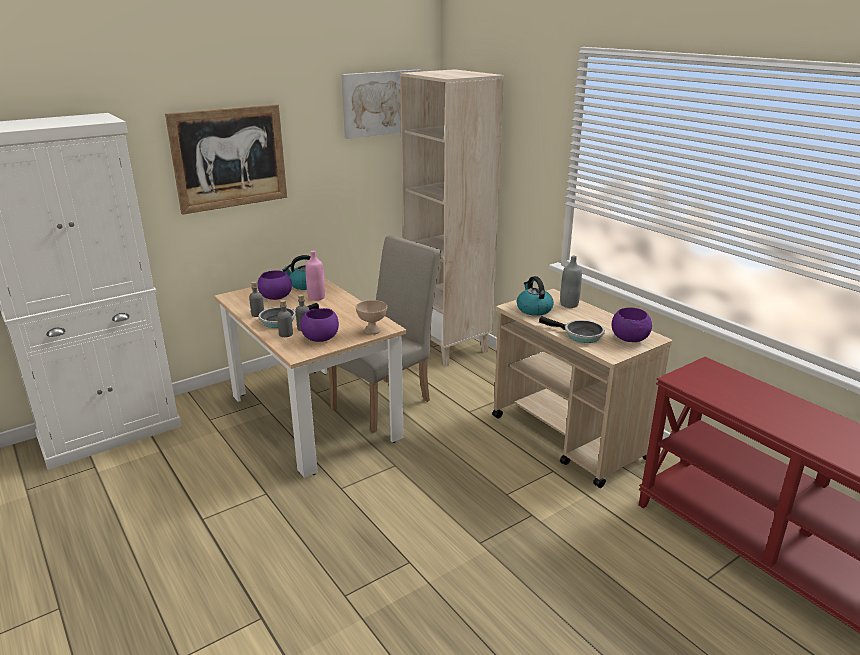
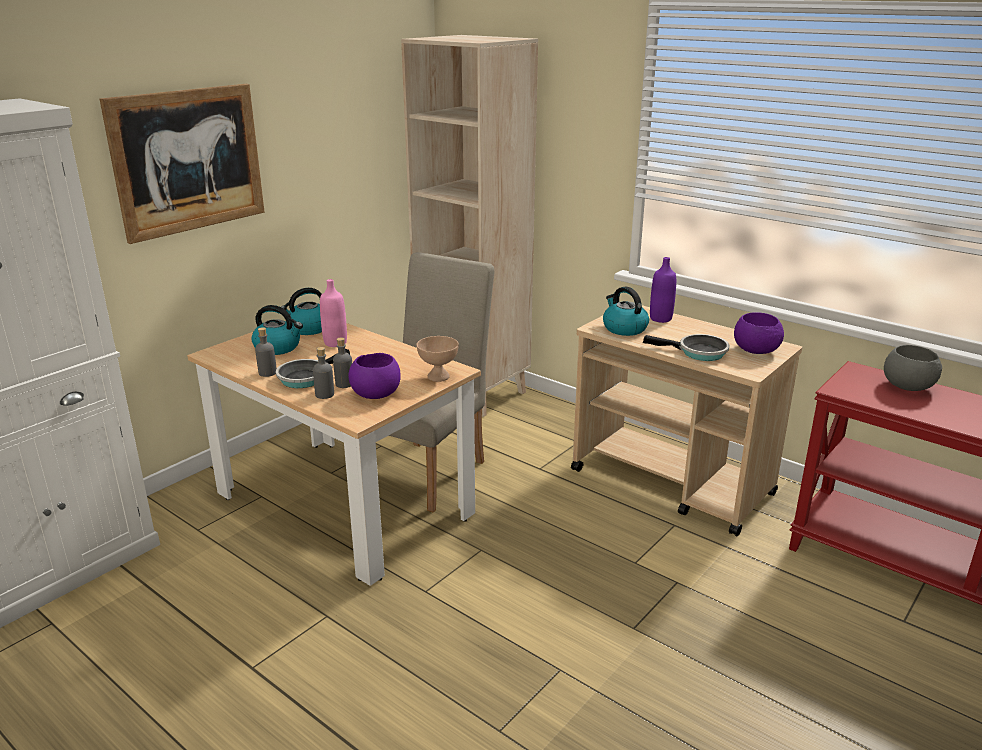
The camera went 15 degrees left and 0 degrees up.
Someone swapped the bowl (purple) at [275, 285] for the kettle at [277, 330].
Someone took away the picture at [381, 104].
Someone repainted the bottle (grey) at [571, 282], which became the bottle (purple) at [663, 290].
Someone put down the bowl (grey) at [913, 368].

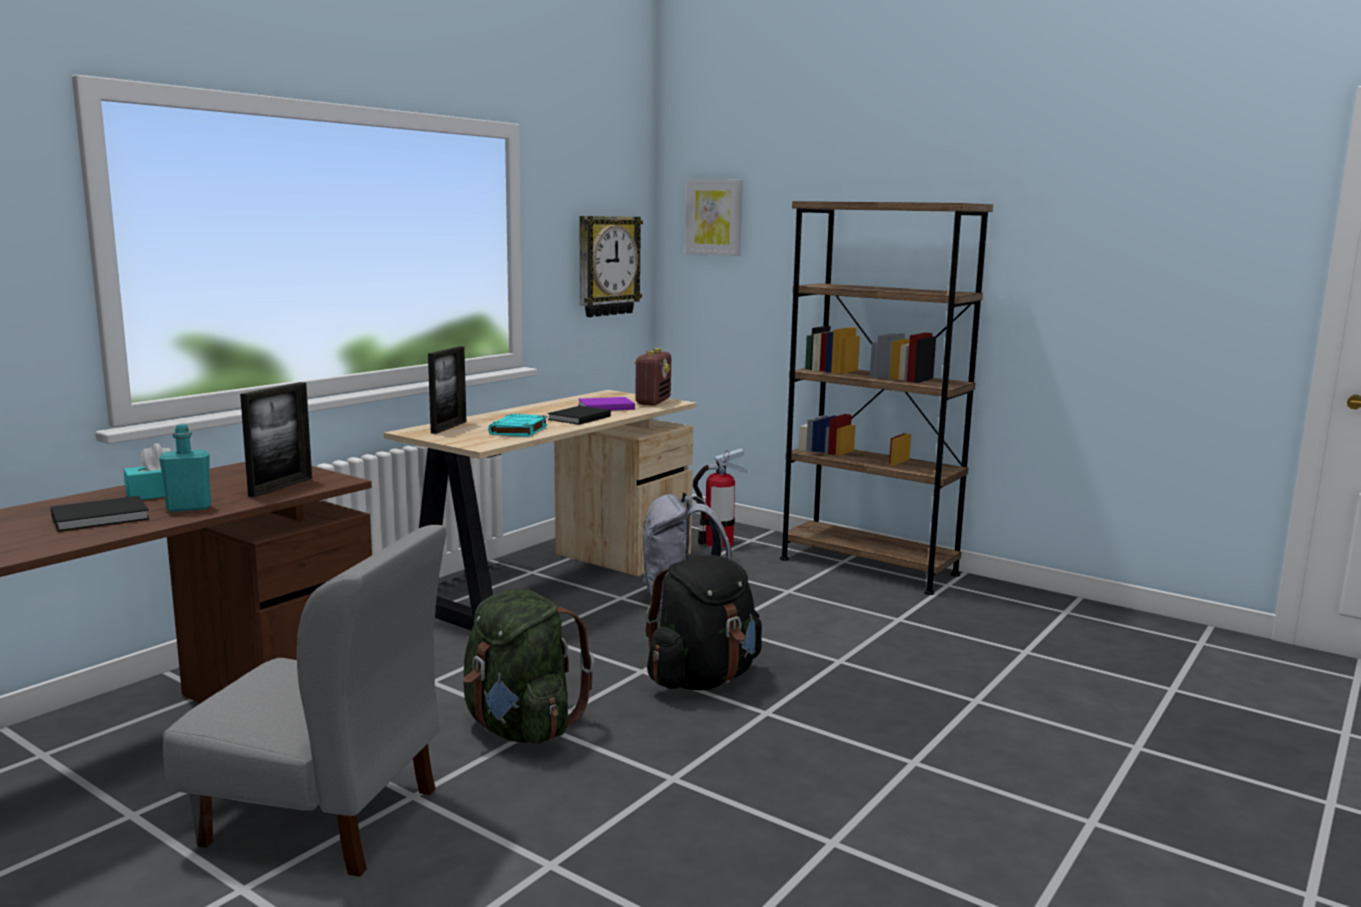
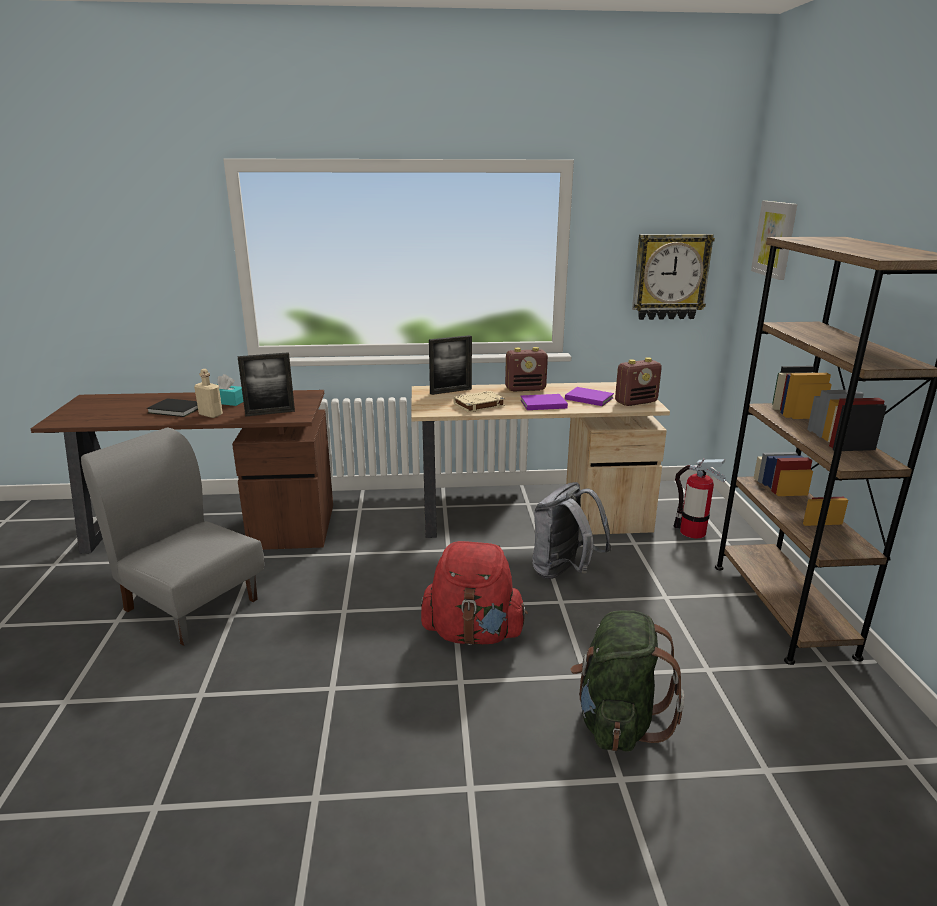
The camera went 50 degrees right and 10 degrees up.
Someone repainted the bottle (turquoise) at [185, 468], which became the bottle (beige) at [208, 393].
Someone rotated the chair (grey) at [304, 701] by 150 degrees clockwise.
Someone carried the backpack (green) from [528, 666] to [627, 681].
Someone repainted the book (turquoise) at [518, 425], which became the book (beige) at [479, 401].
Someone repainted the book (black) at [579, 415], which became the book (purple) at [544, 402].
Someone repainted the backpack (black) at [703, 622], which became the backpack (red) at [474, 593].
Someone put down the radio at [526, 369].

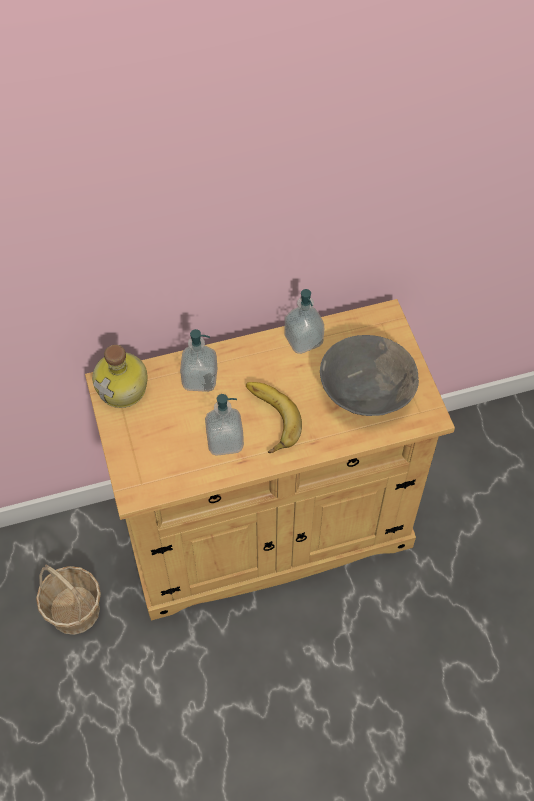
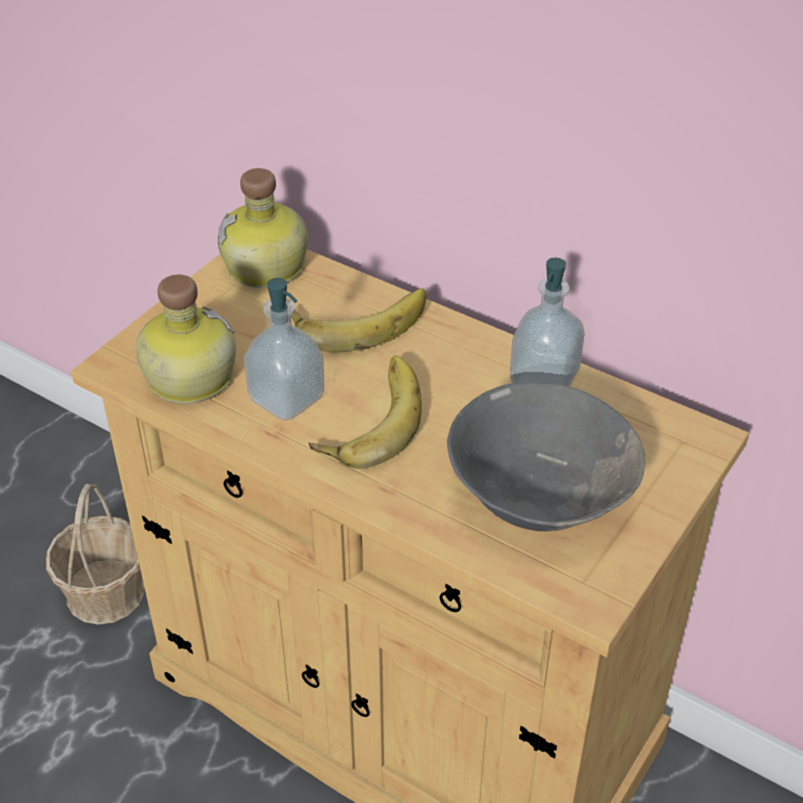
The camera went 50 degrees right and 15 degrees down.
Someone swapped the soap dispenser at [198, 360] for the banana at [358, 320].
Someone put down the bottle at [186, 339].

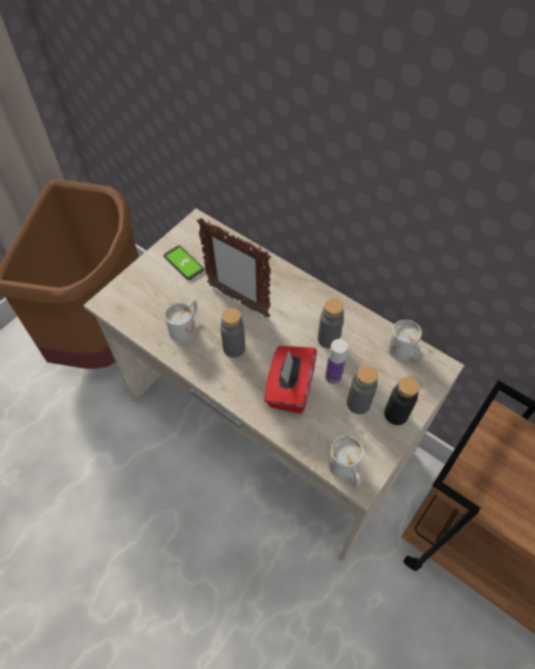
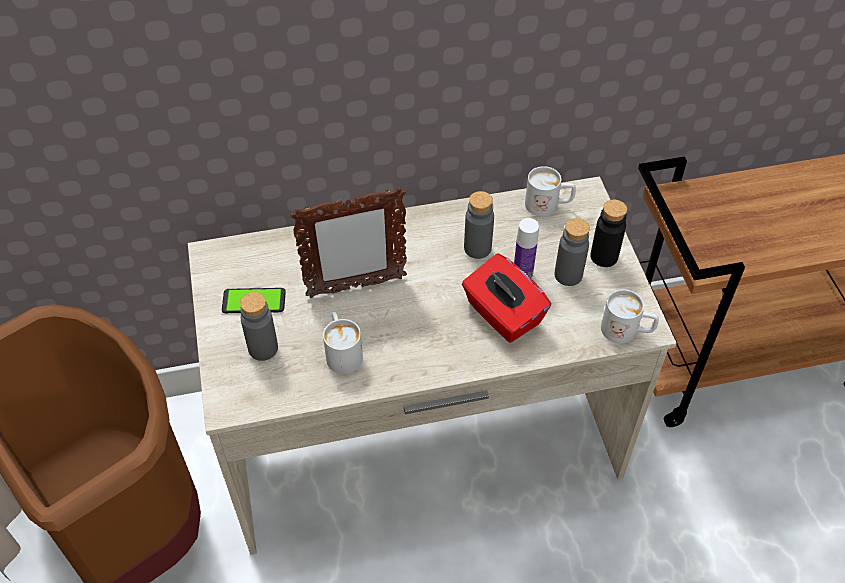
The camera went 50 degrees left and 5 degrees down.
Someone carried the bottle (grey) from [232, 333] to [259, 326].

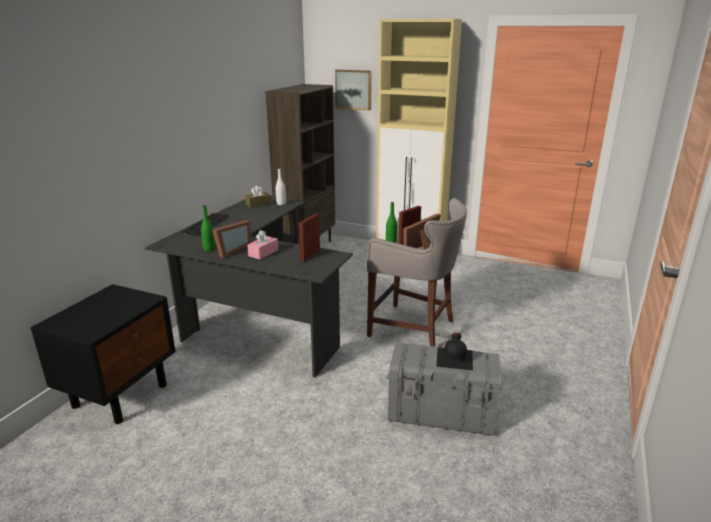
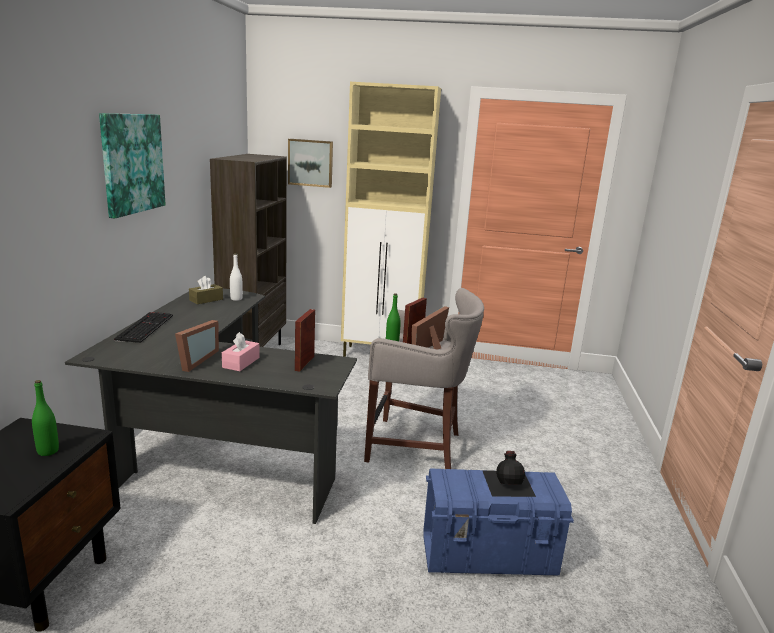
The camera went 15 degrees left and 5 degrees down.
Someone carried the bottle (green) from [208, 228] to [45, 418].
Someone repainted the storage box (grey) at [444, 389], which became the storage box (blue) at [498, 521].
Someone put up the picture at [132, 165].

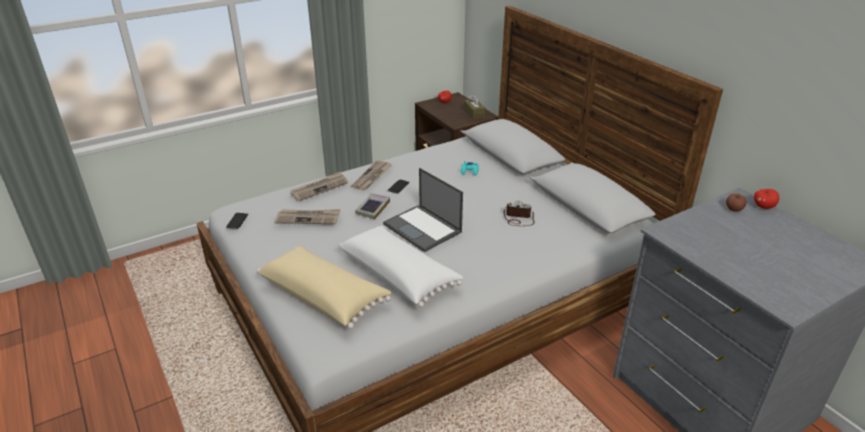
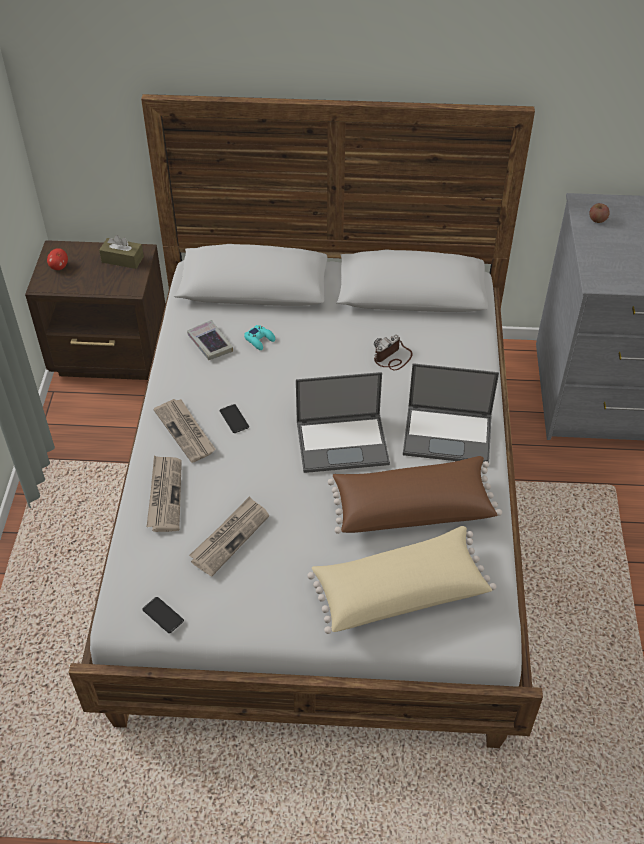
The camera went 55 degrees left and 15 degrees up.
Someone repainted the pillow (white) at [400, 266], which became the pillow (brown) at [415, 495].
Someone carried the book from [372, 206] to [210, 340].
Someone took away the apple at [766, 199].
Someone put down the laptop at [451, 413].

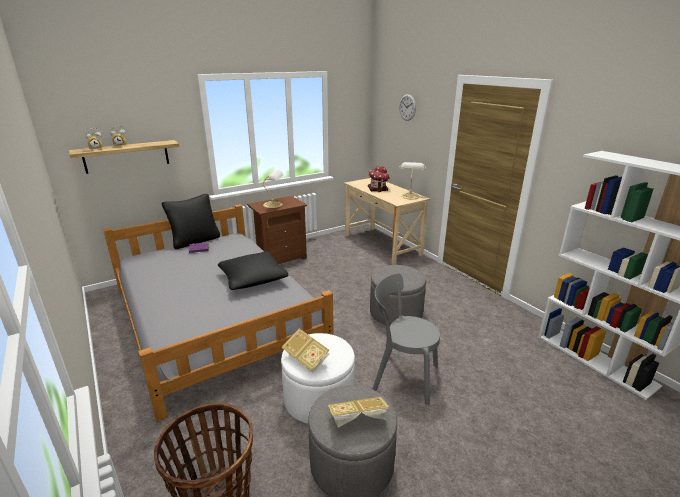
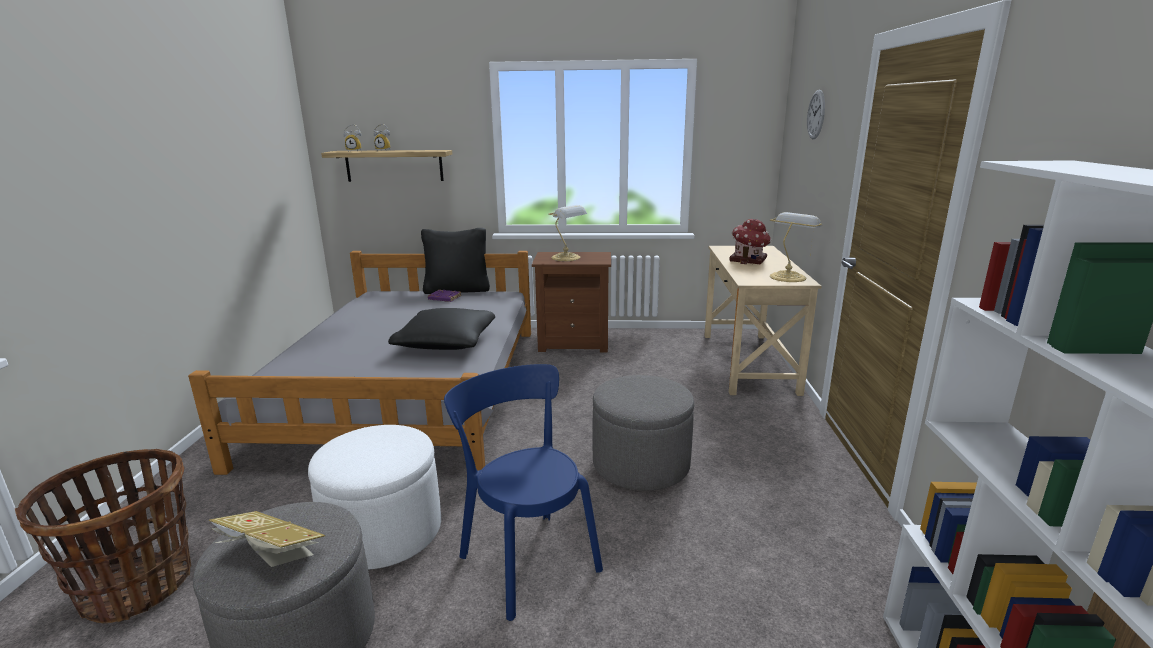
The camera went 35 degrees right and 5 degrees down.
Someone took away the book at [305, 351].
Someone repainted the chair (grey) at [406, 339], which became the chair (blue) at [523, 492].

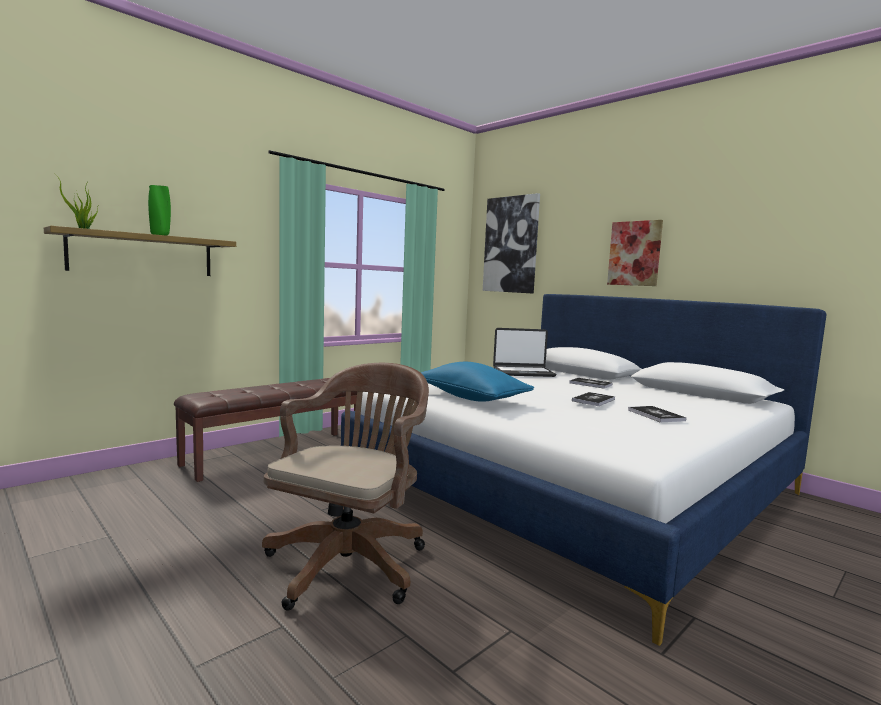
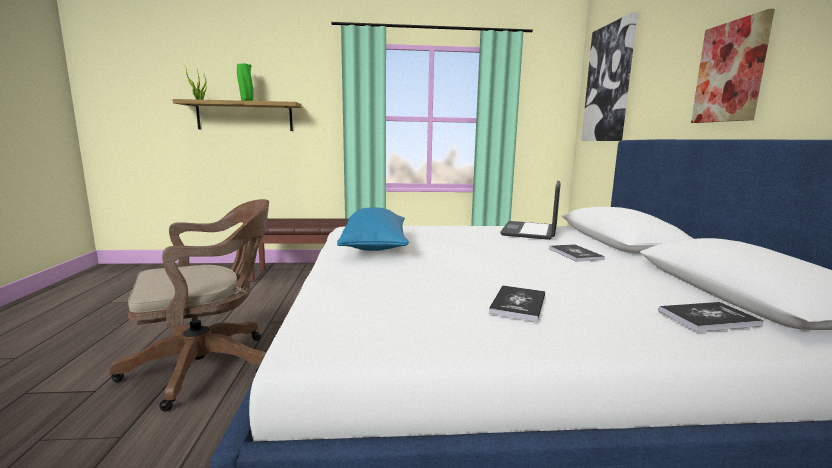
The camera went 40 degrees right and 5 degrees up.
Someone rotated the laptop at [524, 352] by 75 degrees clockwise.
Someone carried the book from [593, 399] to [711, 317].

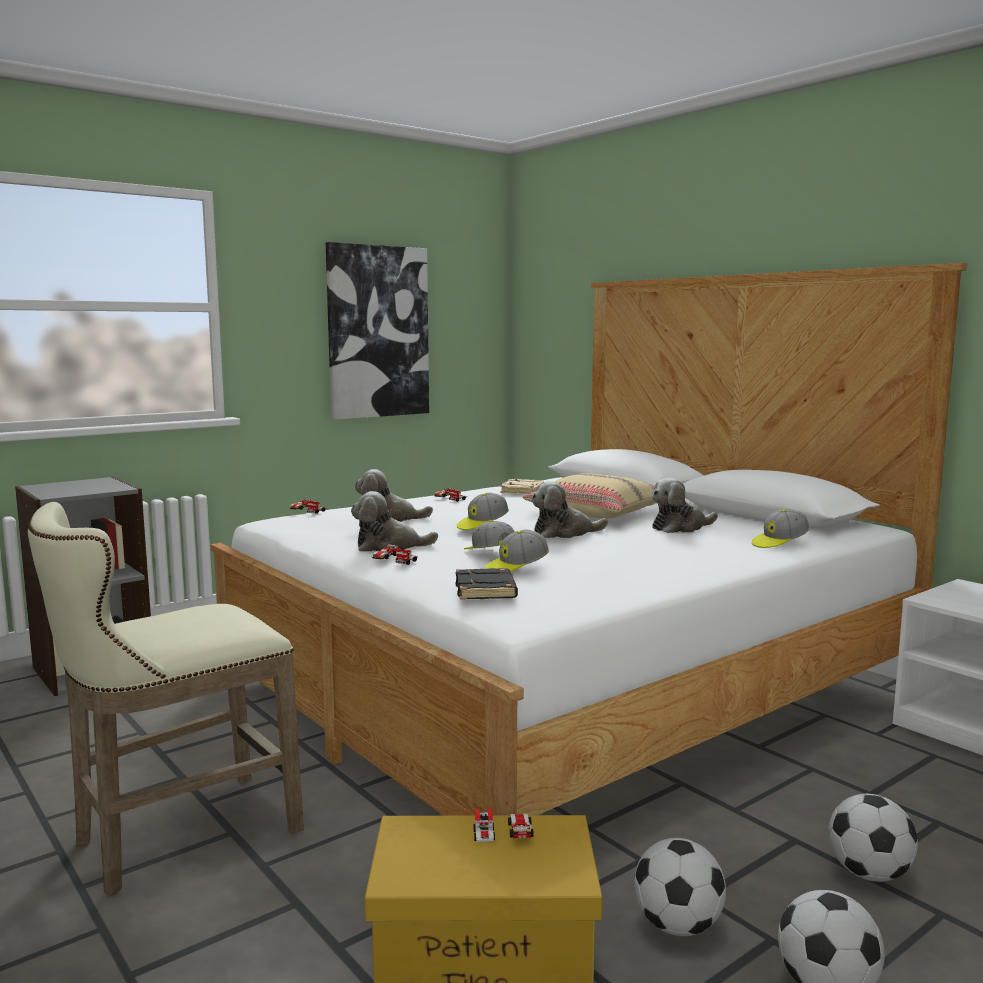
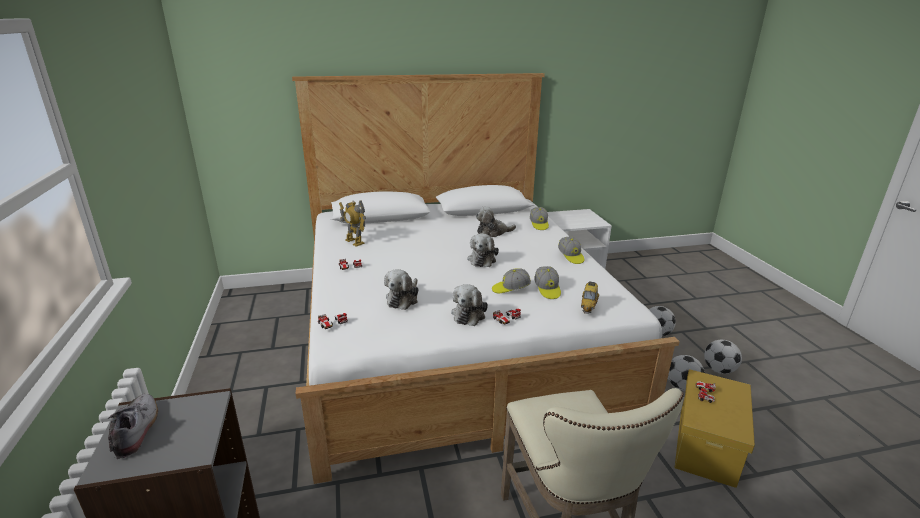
The camera went 65 degrees left and 15 degrees up.
Someone took away the picture at [377, 331].
Someone swapped the book (black) at [486, 584] for the toy car at [590, 297].
Someone carried the cap from [483, 511] to [571, 250].
Someone swapped the book (beige) at [522, 486] for the toy robot at [352, 223].
Someone took away the pillow (beige) at [590, 495].
Someone rotated the plush toy at [685, 505] by 75 degrees clockwise.
Someone put down the shoe at [133, 426].

